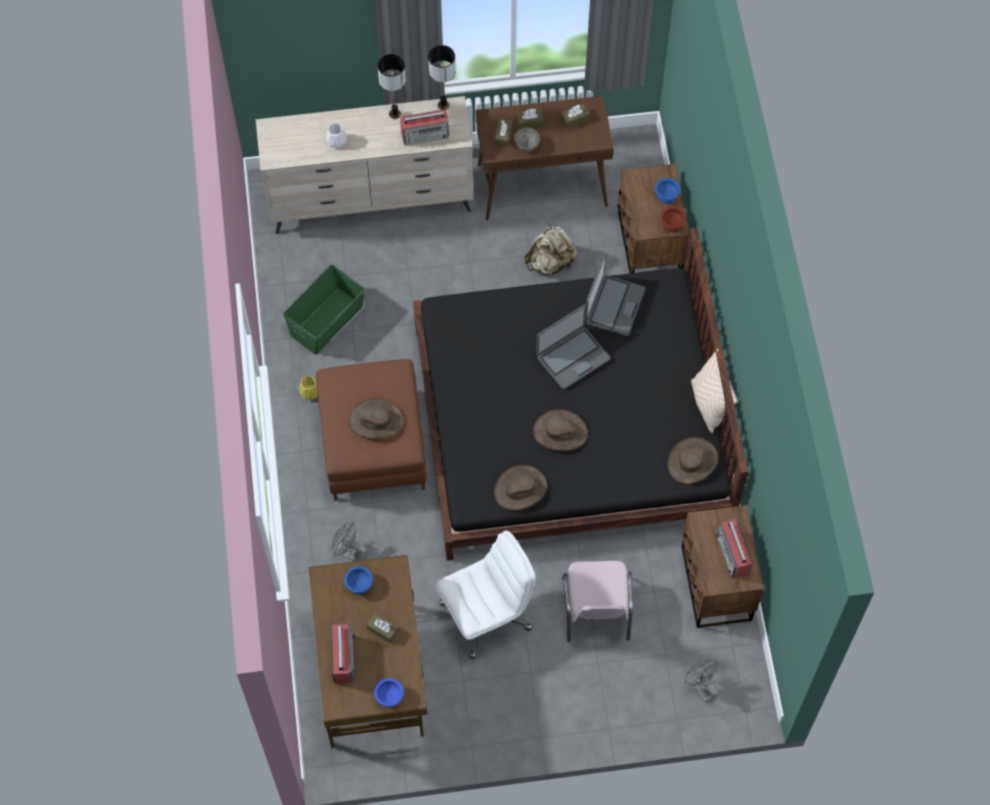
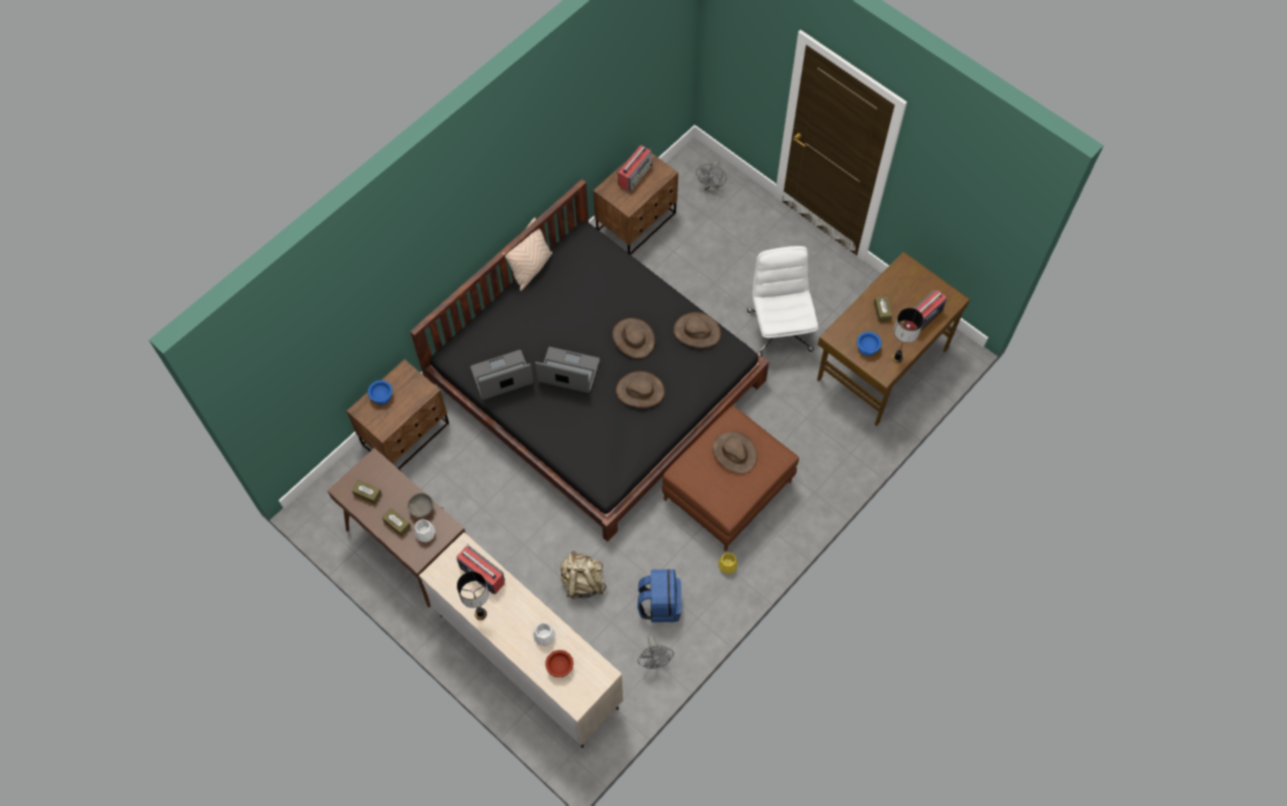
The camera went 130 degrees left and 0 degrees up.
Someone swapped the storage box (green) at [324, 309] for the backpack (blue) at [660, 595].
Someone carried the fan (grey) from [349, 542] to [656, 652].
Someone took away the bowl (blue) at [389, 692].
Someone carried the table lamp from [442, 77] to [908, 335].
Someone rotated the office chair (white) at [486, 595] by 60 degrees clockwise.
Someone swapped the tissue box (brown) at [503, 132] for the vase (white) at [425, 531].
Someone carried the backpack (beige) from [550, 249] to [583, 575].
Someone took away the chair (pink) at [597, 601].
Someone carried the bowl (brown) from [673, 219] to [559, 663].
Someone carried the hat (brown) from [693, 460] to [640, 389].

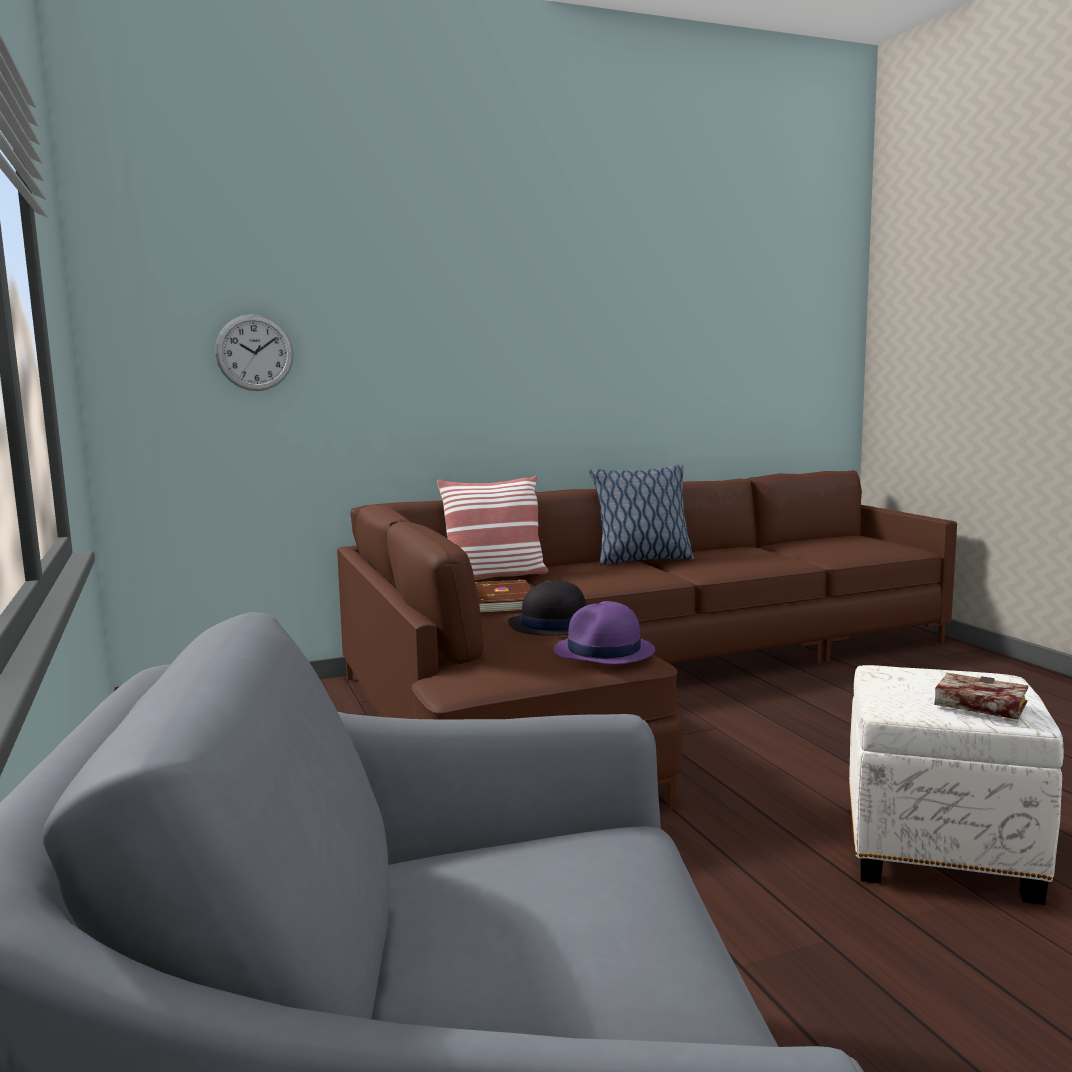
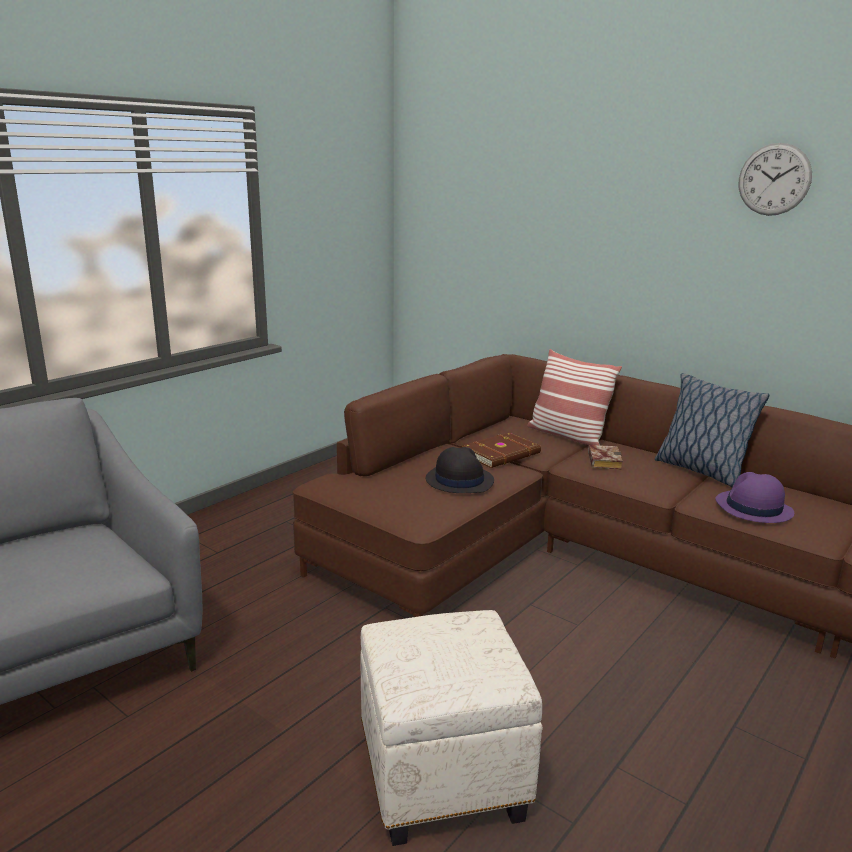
The camera went 60 degrees right and 10 degrees up.
Someone carried the wall clock from [254, 352] to [775, 179].
Someone carried the hat (purple) from [604, 632] to [754, 497].
Someone carried the book from [981, 696] to [605, 457].

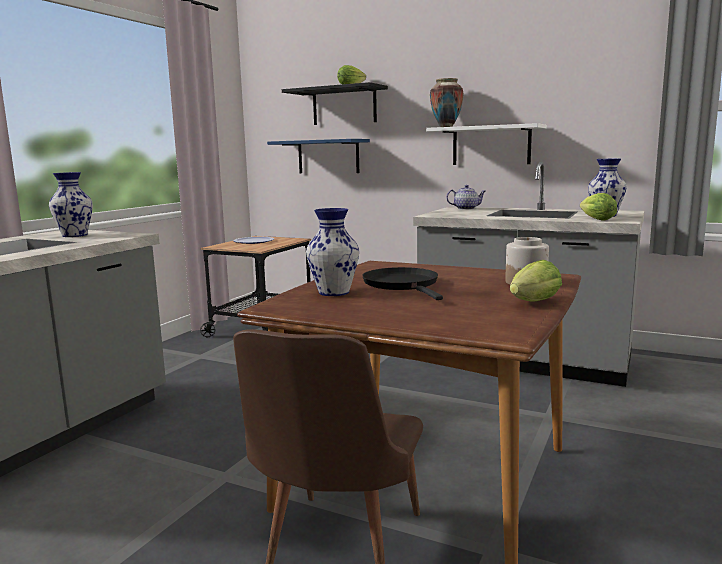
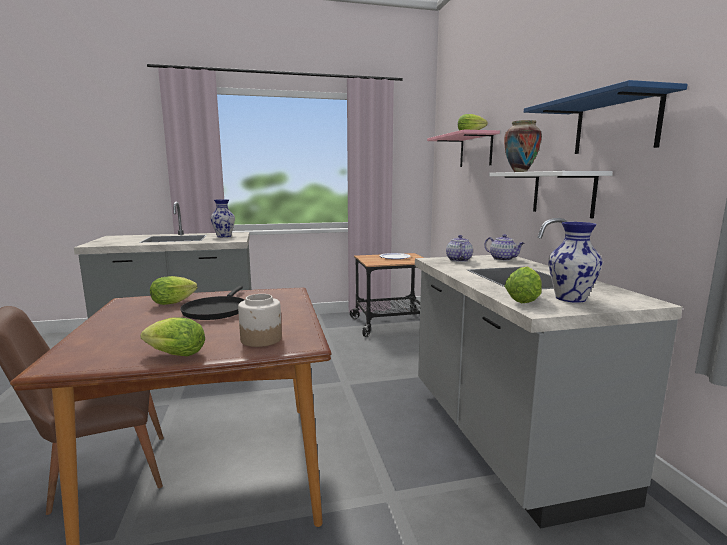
The camera went 50 degrees right and 0 degrees up.
Someone carried the shelf (blue) from [318, 156] to [606, 117].
Someone repainted the shelf (black) at [335, 103], which became the shelf (pink) at [463, 148].
Someone swapped the vase at [332, 252] for the lettuce at [173, 290].
Someone rotated the frying pan (black) at [402, 283] by 150 degrees clockwise.
Someone put down the teapot at [459, 248].

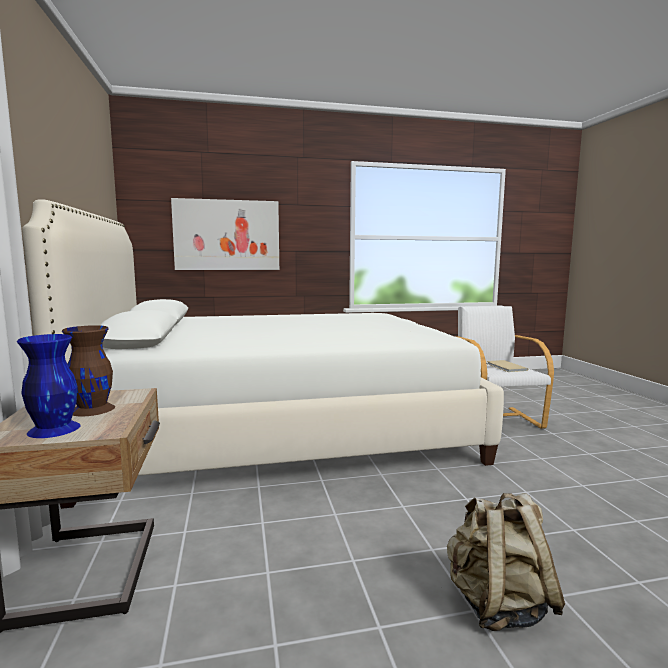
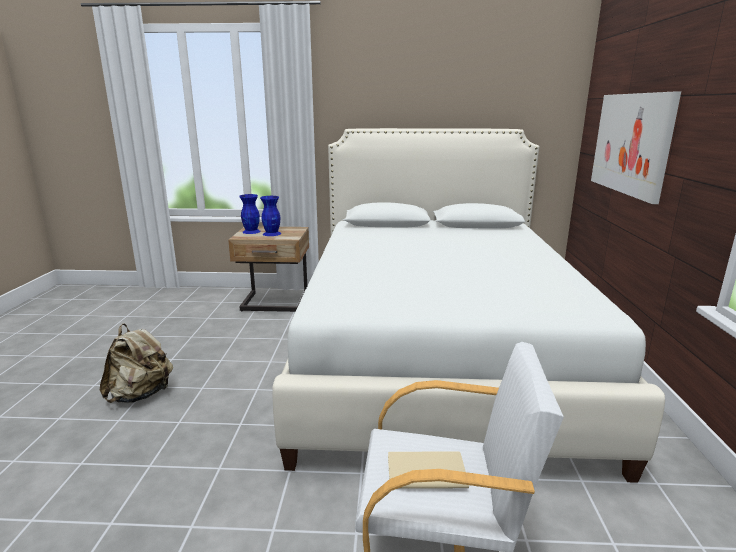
The camera went 105 degrees right and 10 degrees up.
Someone repainted the vase (brown) at [88, 370], which became the vase (blue) at [270, 216].

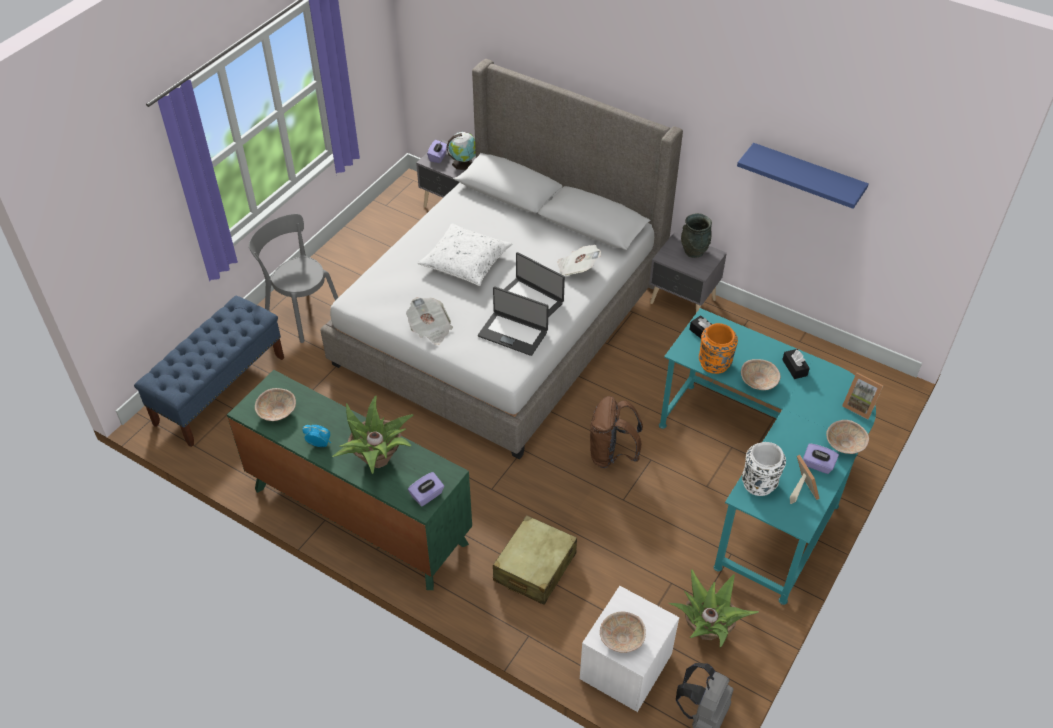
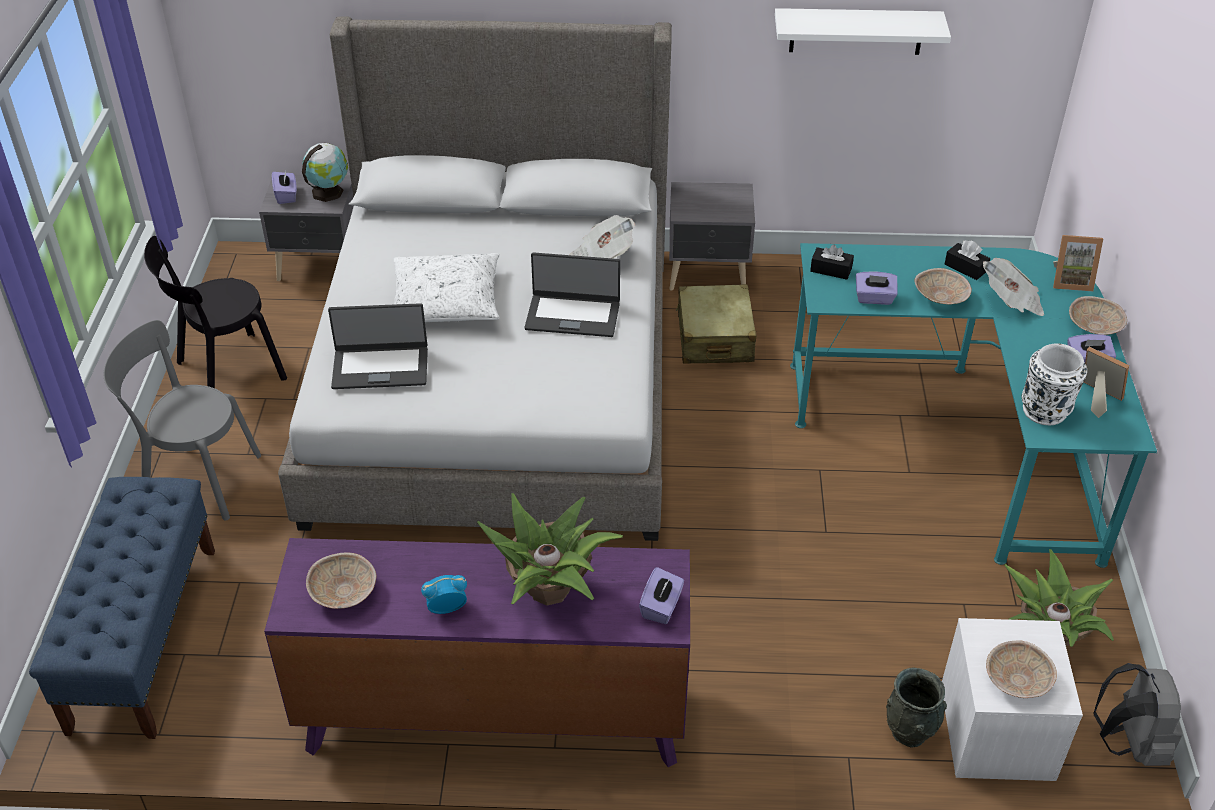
The camera went 30 degrees left and 5 degrees down.
Someone repainted the dresser (green) at [349, 480], which became the dresser (purple) at [477, 652].
Someone carried the newspaper from [429, 321] to [1014, 287].
Someone carried the laptop from [513, 321] to [378, 346].
Someone carried the suitcase (beige) from [535, 560] to [716, 324].
Someone took away the backpack (brown) at [616, 432].
Someone carried the vase (grey) from [696, 235] to [916, 707].
Someone swapped the vase (orange) at [718, 348] for the tissue box (purple) at [877, 288].
Someone repainted the shelf (blue) at [803, 176], which became the shelf (white) at [863, 31].
Someone put down the chair (black) at [215, 312].

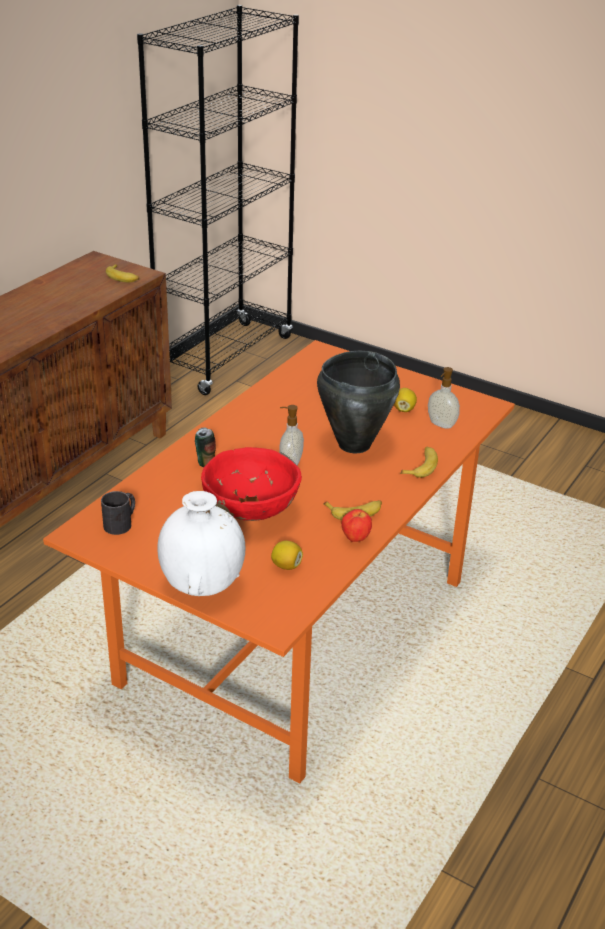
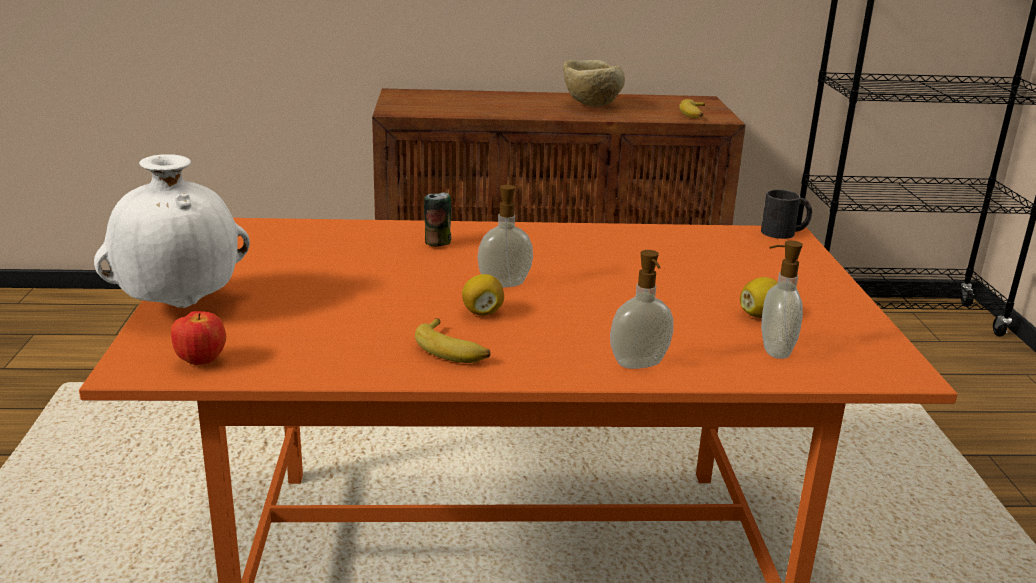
The camera went 55 degrees right and 10 degrees down.
Someone carried the mug (black) from [118, 513] to [786, 214].
Someone took away the bowl (red) at [251, 484].
Someone carried the lemon from [287, 555] to [483, 295].
Someone took away the cooking pot (black) at [358, 402].
Someone carried the apple from [356, 525] to [198, 338].
Someone swapped the banana at [419, 462] for the soap dispenser at [642, 309].
Someone put down the bowl (beige) at [594, 83].

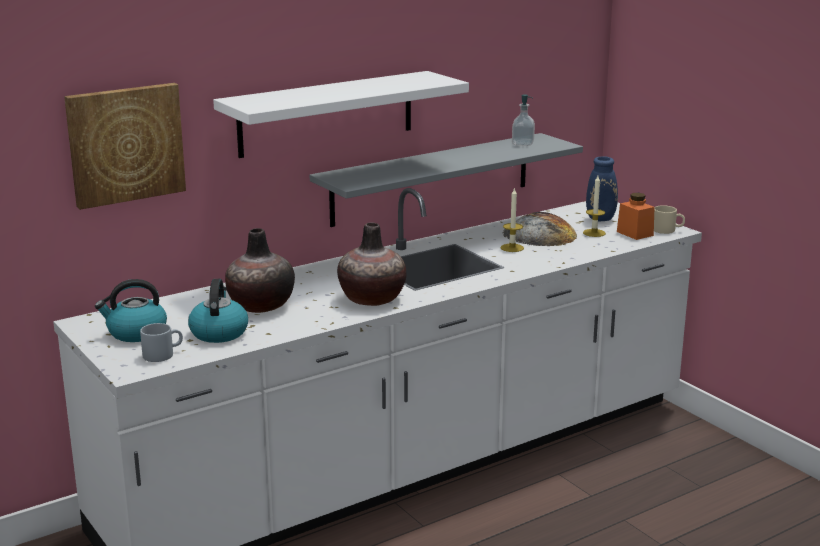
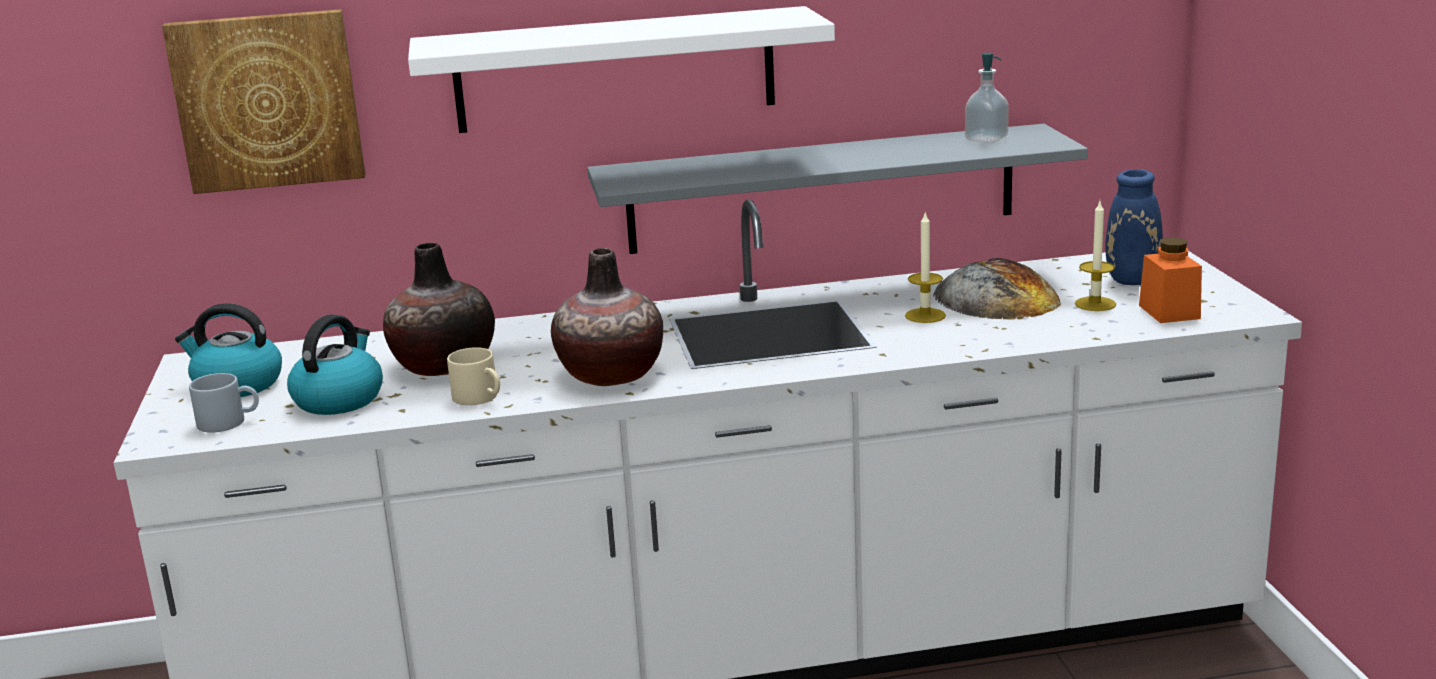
The camera went 25 degrees right and 0 degrees up.
Someone carried the mug (beige) from [669, 219] to [473, 376].

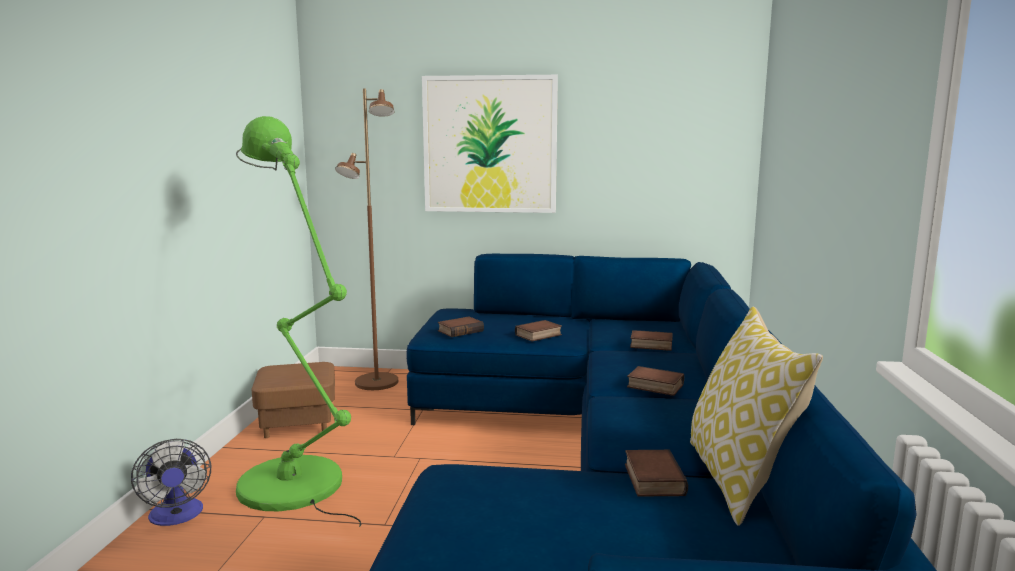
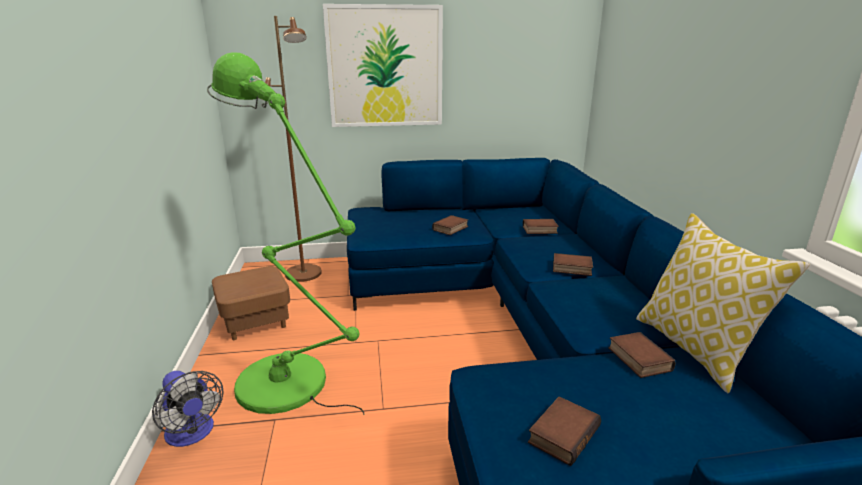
The camera went 15 degrees left and 10 degrees up.
Someone carried the book from [461, 327] to [564, 431].

